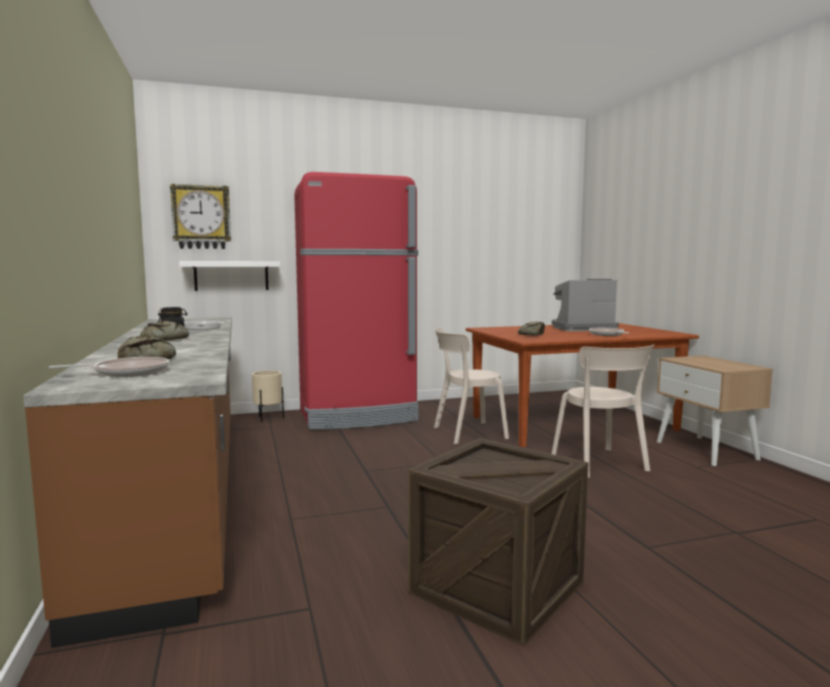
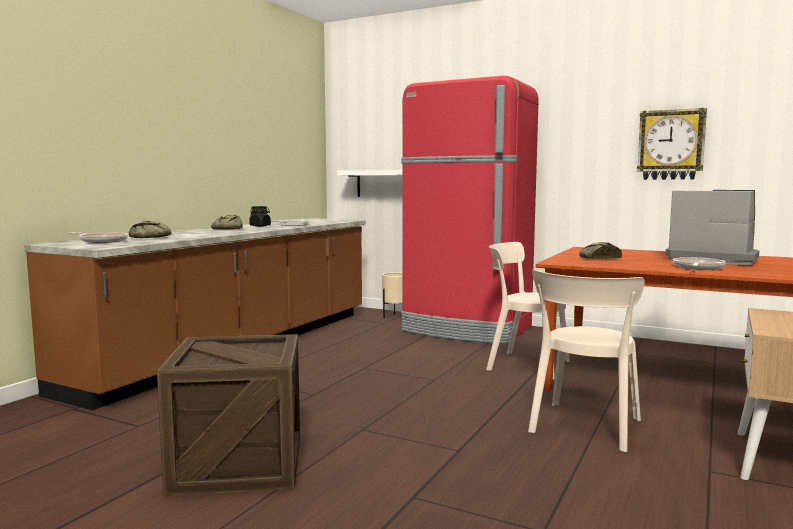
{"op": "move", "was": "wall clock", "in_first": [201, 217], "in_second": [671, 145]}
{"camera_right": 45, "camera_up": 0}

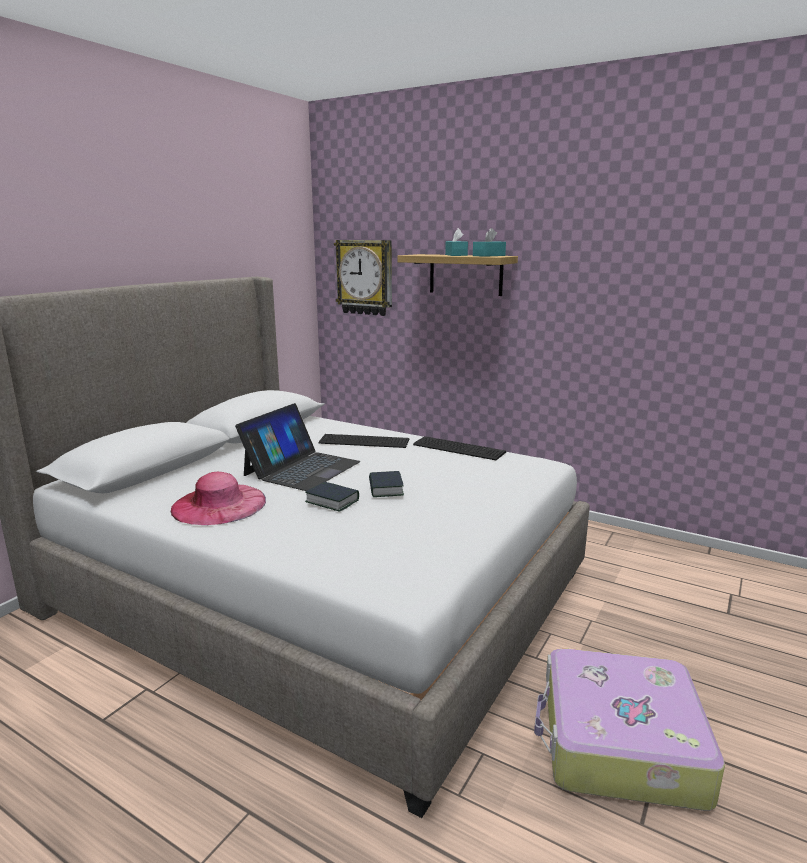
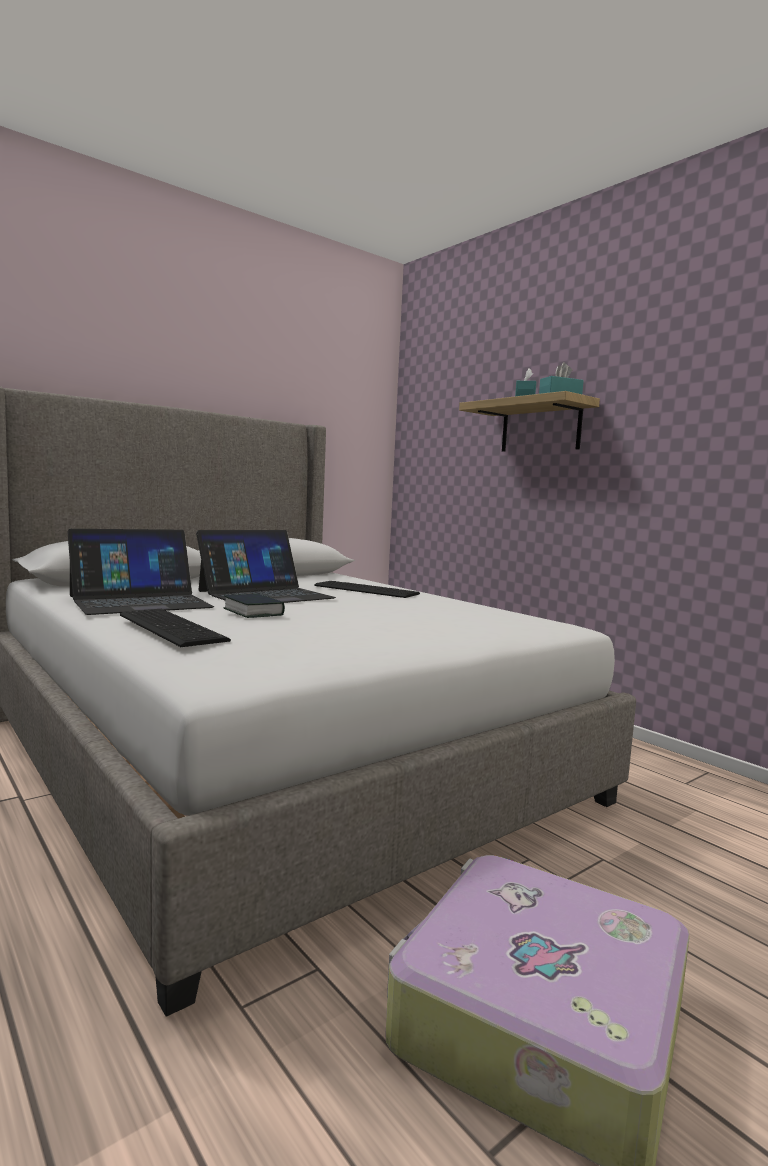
{"op": "delete", "was": "wall clock", "in_first": [365, 277]}
{"op": "move", "was": "keyboard", "in_first": [458, 448], "in_second": [173, 627]}
{"op": "delete", "was": "book", "in_first": [385, 489]}
{"op": "replace", "was": "hat in pink", "now": "laptop", "in_first": [219, 504], "in_second": [140, 602]}
{"camera_right": 20, "camera_up": -10}

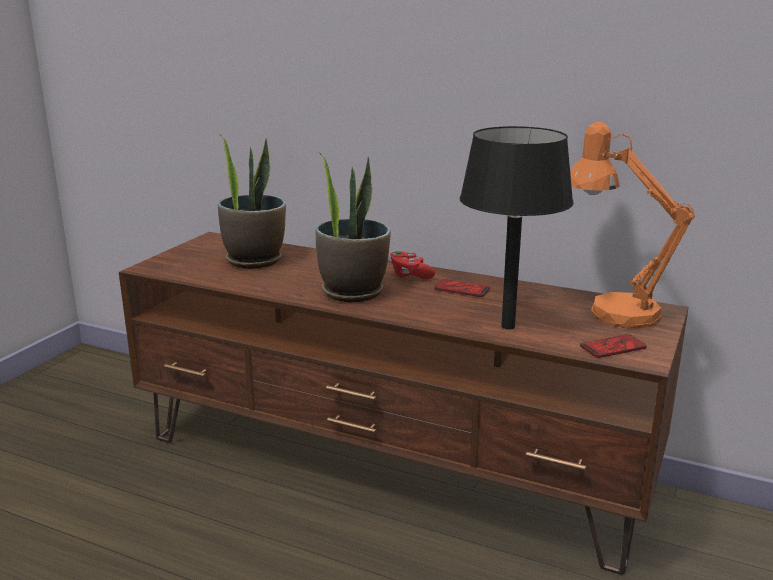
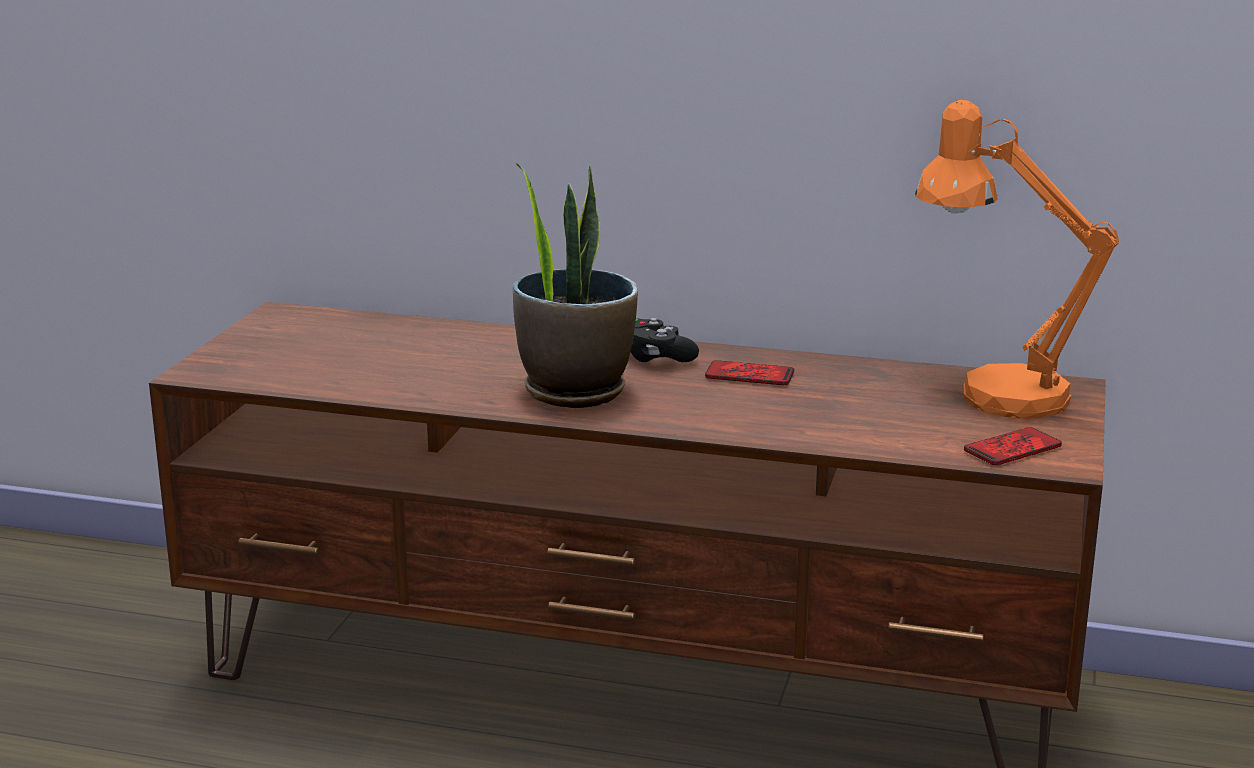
{"op": "delete", "was": "table lamp in black", "in_first": [507, 326]}
{"op": "delete", "was": "potted plant", "in_first": [254, 260]}
{"op": "recolor", "was": "game controller in red", "now": "game controller in black", "in_first": [410, 275], "in_second": [655, 357]}
{"camera_right": -10, "camera_up": 0}

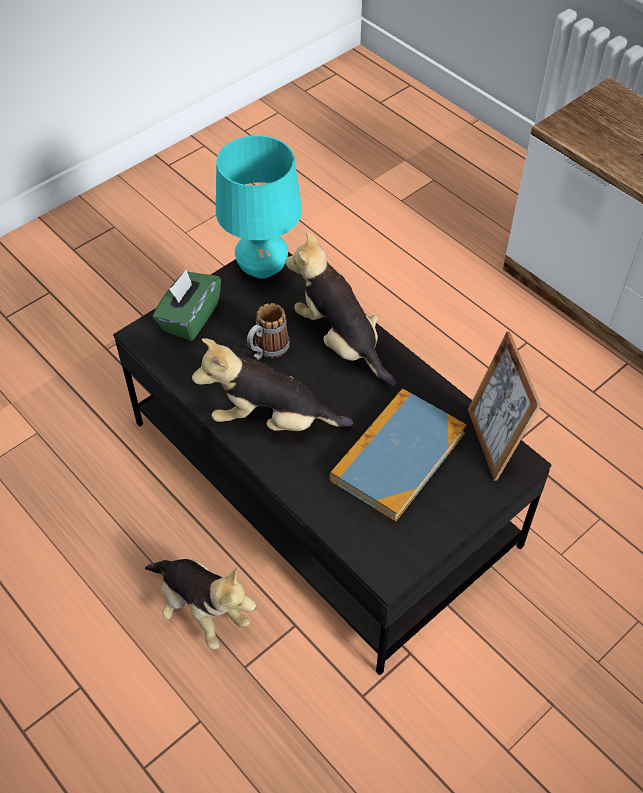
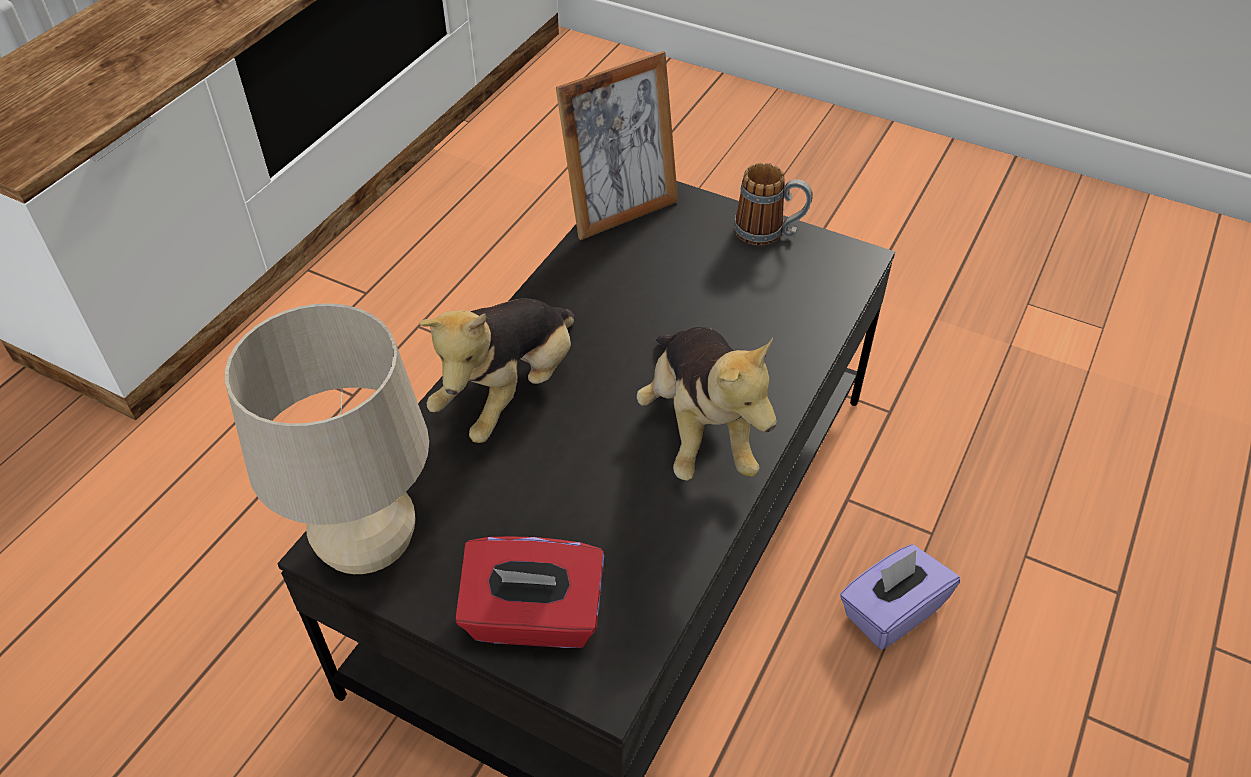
{"op": "recolor", "was": "table lamp in turquoise", "now": "table lamp in beige", "in_first": [262, 268], "in_second": [368, 547]}
{"op": "recolor", "was": "tissue box in green", "now": "tissue box in red", "in_first": [189, 318], "in_second": [533, 618]}
{"op": "move", "was": "mug", "in_first": [267, 350], "in_second": [769, 233]}
{"op": "delete", "was": "book", "in_first": [397, 456]}
{"op": "replace", "was": "plush toy", "now": "tissue box in purple", "in_first": [201, 609], "in_second": [890, 611]}
{"camera_right": -110, "camera_up": -5}

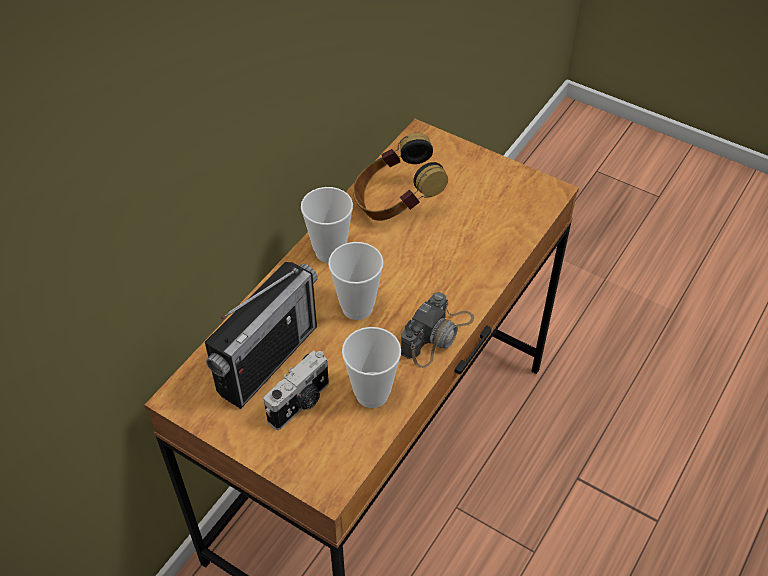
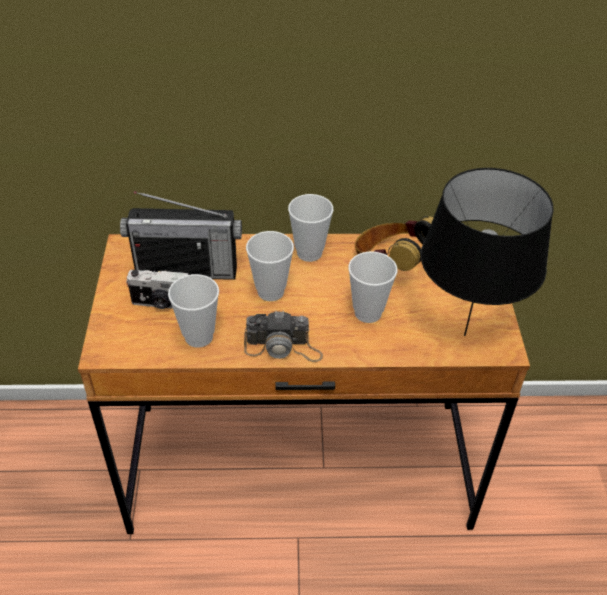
{"op": "insert", "now": "table lamp in black", "in_second": [465, 336]}
{"op": "insert", "now": "cup", "in_second": [368, 313]}
{"camera_right": 55, "camera_up": -5}

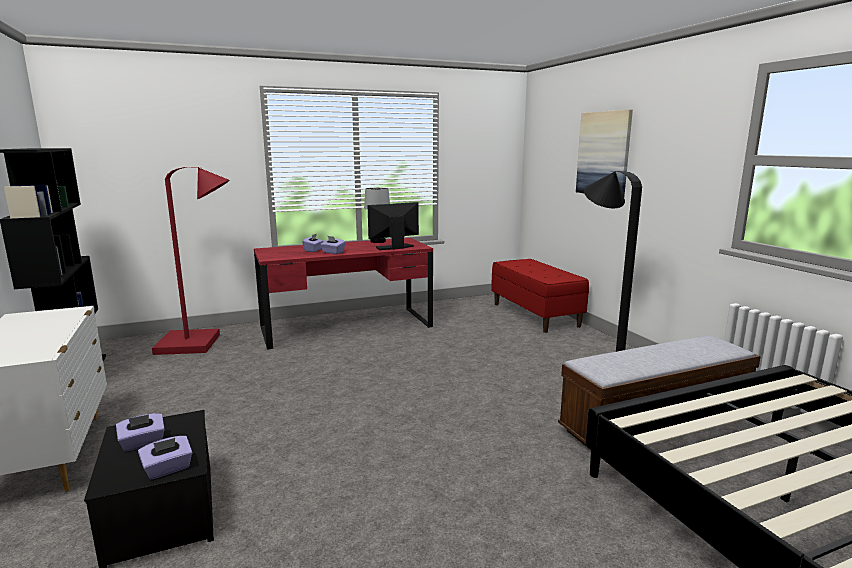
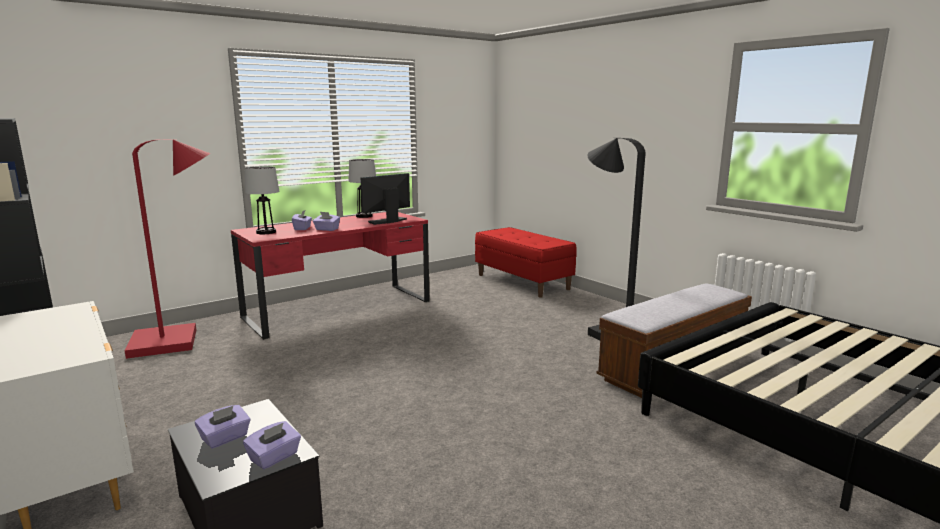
{"op": "delete", "was": "picture", "in_first": [604, 154]}
{"op": "insert", "now": "table lamp", "in_second": [266, 232]}
{"camera_right": -15, "camera_up": 0}

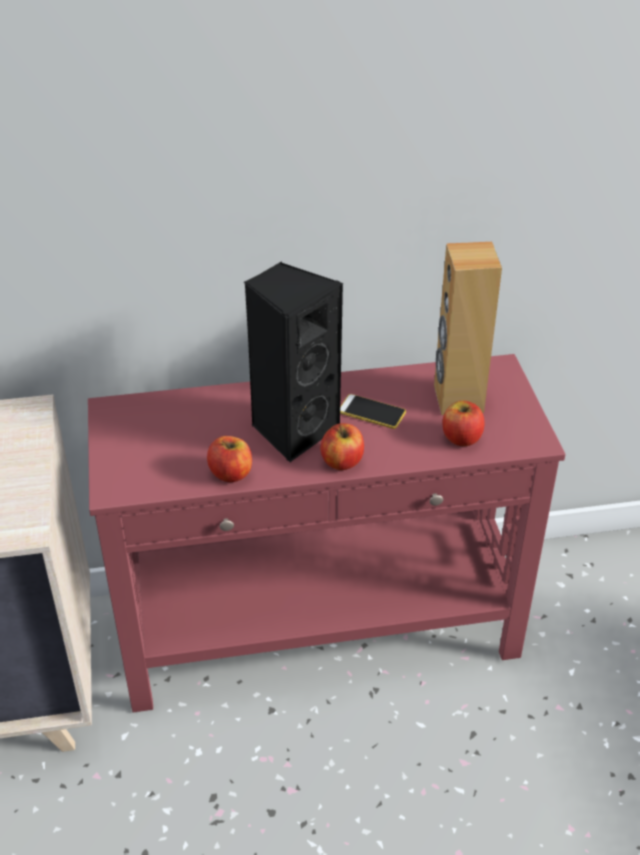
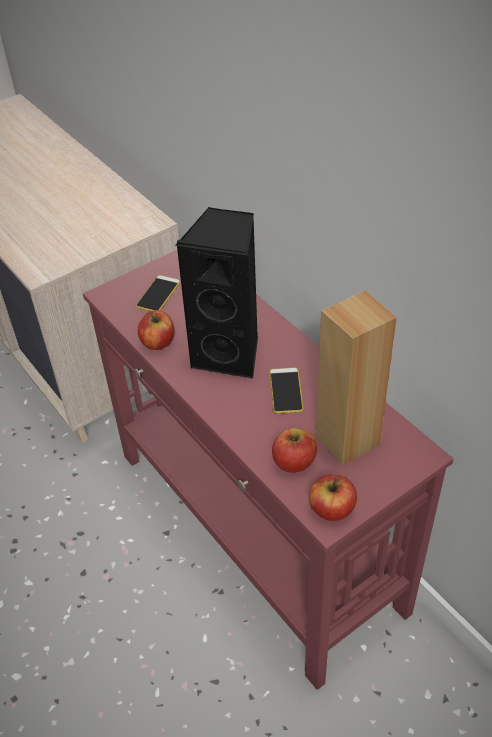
{"op": "move", "was": "apple", "in_first": [342, 461], "in_second": [332, 509]}
{"op": "insert", "now": "phone", "in_second": [158, 294]}
{"camera_right": 65, "camera_up": 5}

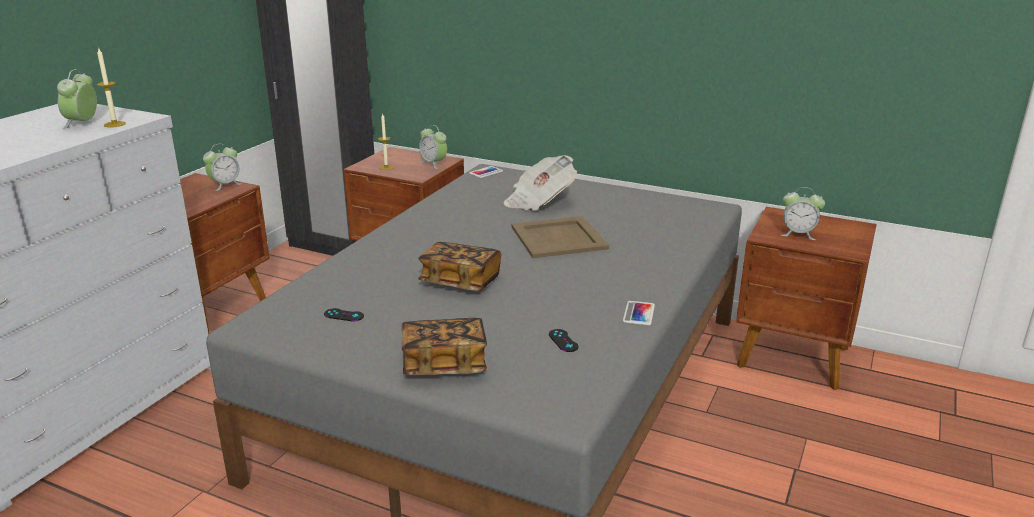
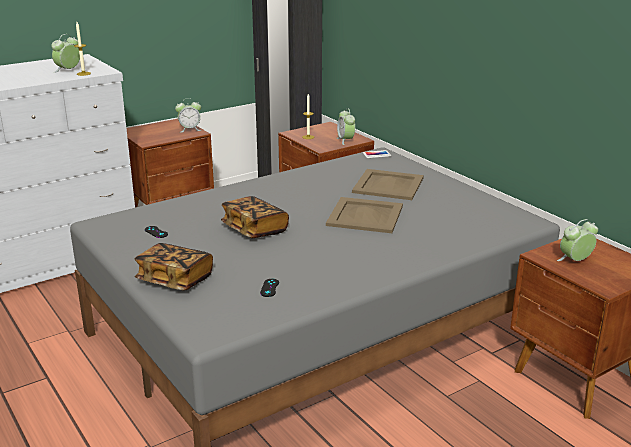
{"op": "replace", "was": "newspaper", "now": "tray in beige", "in_first": [539, 201], "in_second": [387, 185]}
{"op": "rotate", "was": "alarm clock", "in_first": [798, 234], "in_second": [575, 261], "clockwise": 105}
{"op": "delete", "was": "phone", "in_first": [638, 313]}
{"camera_right": 30, "camera_up": 0}

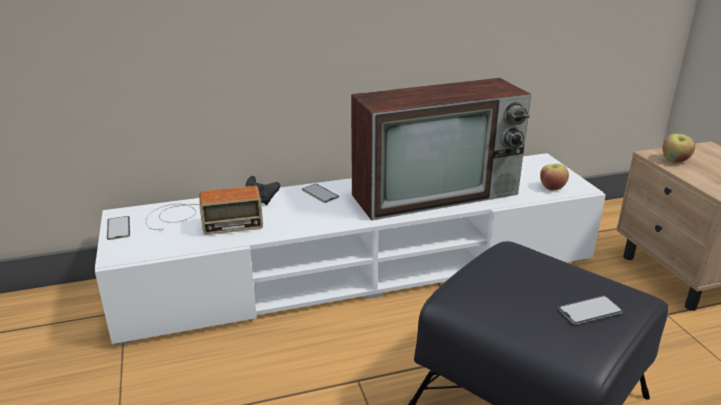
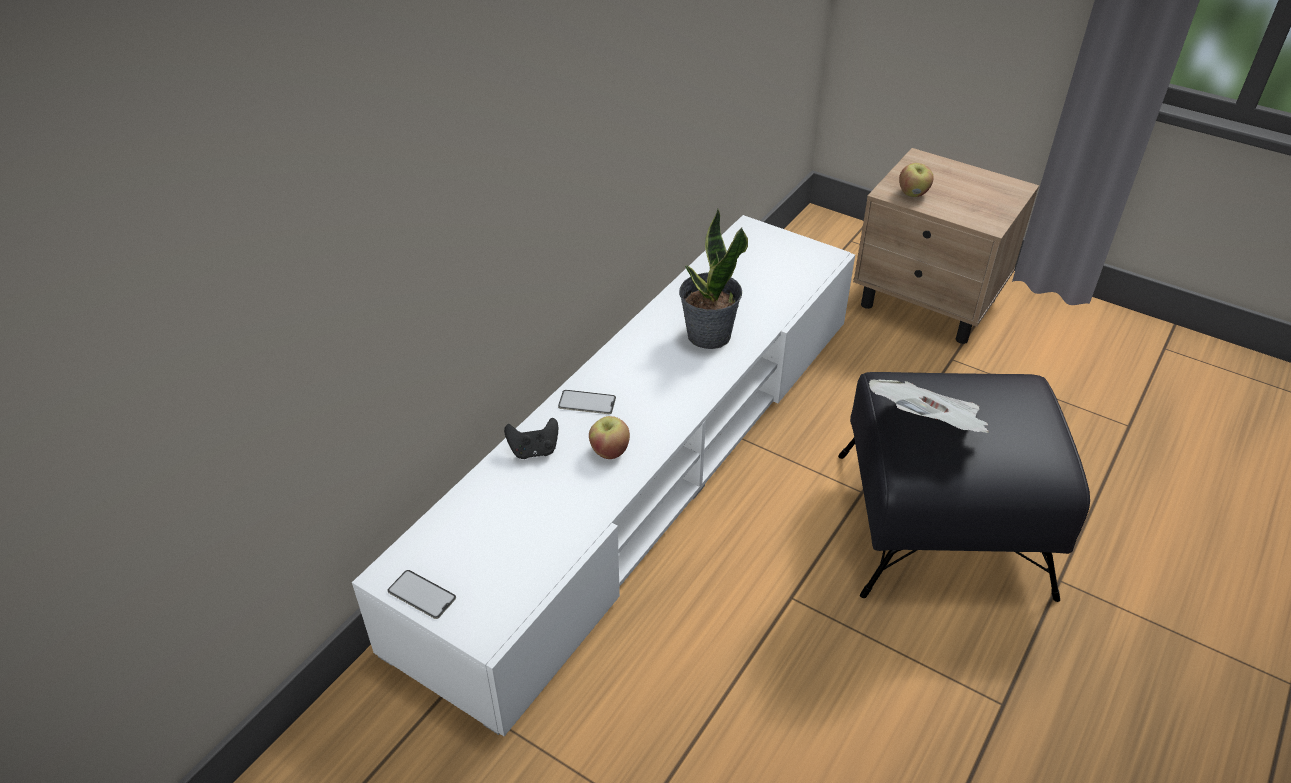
{"op": "replace", "was": "television", "now": "potted plant", "in_first": [437, 193], "in_second": [708, 335]}
{"op": "move", "was": "apple", "in_first": [552, 187], "in_second": [609, 451]}
{"op": "delete", "was": "radio", "in_first": [201, 219]}
{"op": "delete", "was": "phone", "in_first": [590, 310]}
{"op": "insert", "now": "newspaper", "in_second": [927, 428]}
{"camera_right": -40, "camera_up": 15}

